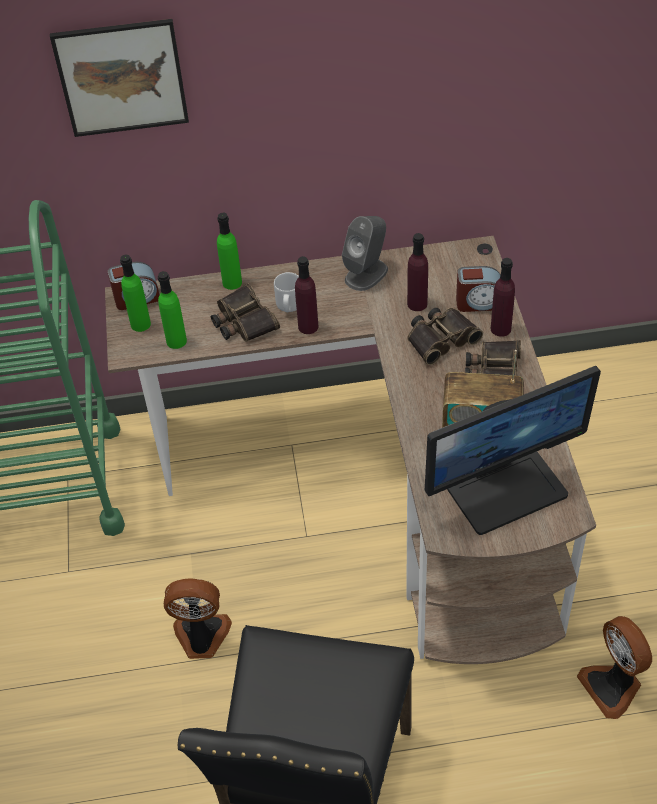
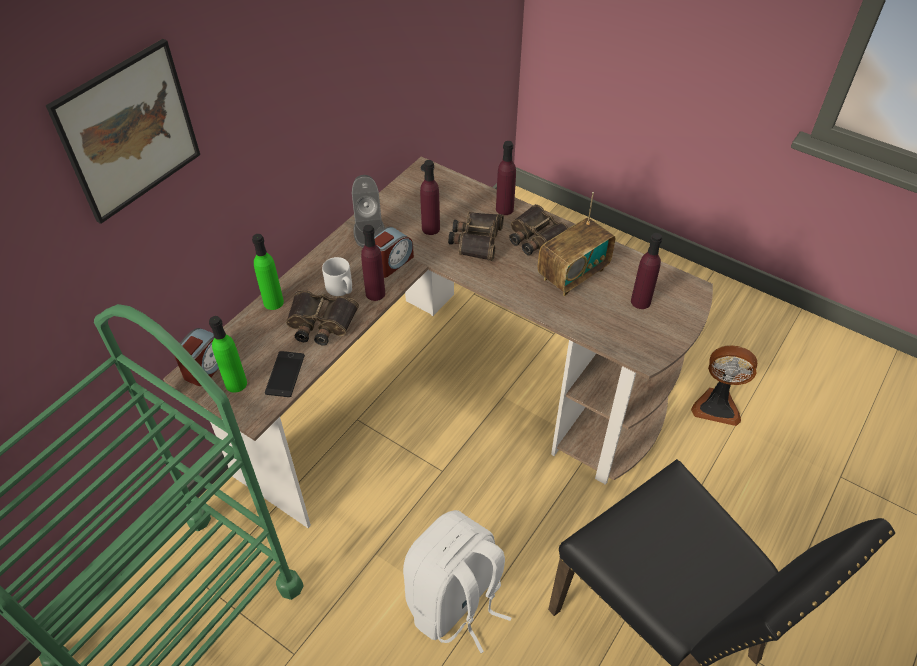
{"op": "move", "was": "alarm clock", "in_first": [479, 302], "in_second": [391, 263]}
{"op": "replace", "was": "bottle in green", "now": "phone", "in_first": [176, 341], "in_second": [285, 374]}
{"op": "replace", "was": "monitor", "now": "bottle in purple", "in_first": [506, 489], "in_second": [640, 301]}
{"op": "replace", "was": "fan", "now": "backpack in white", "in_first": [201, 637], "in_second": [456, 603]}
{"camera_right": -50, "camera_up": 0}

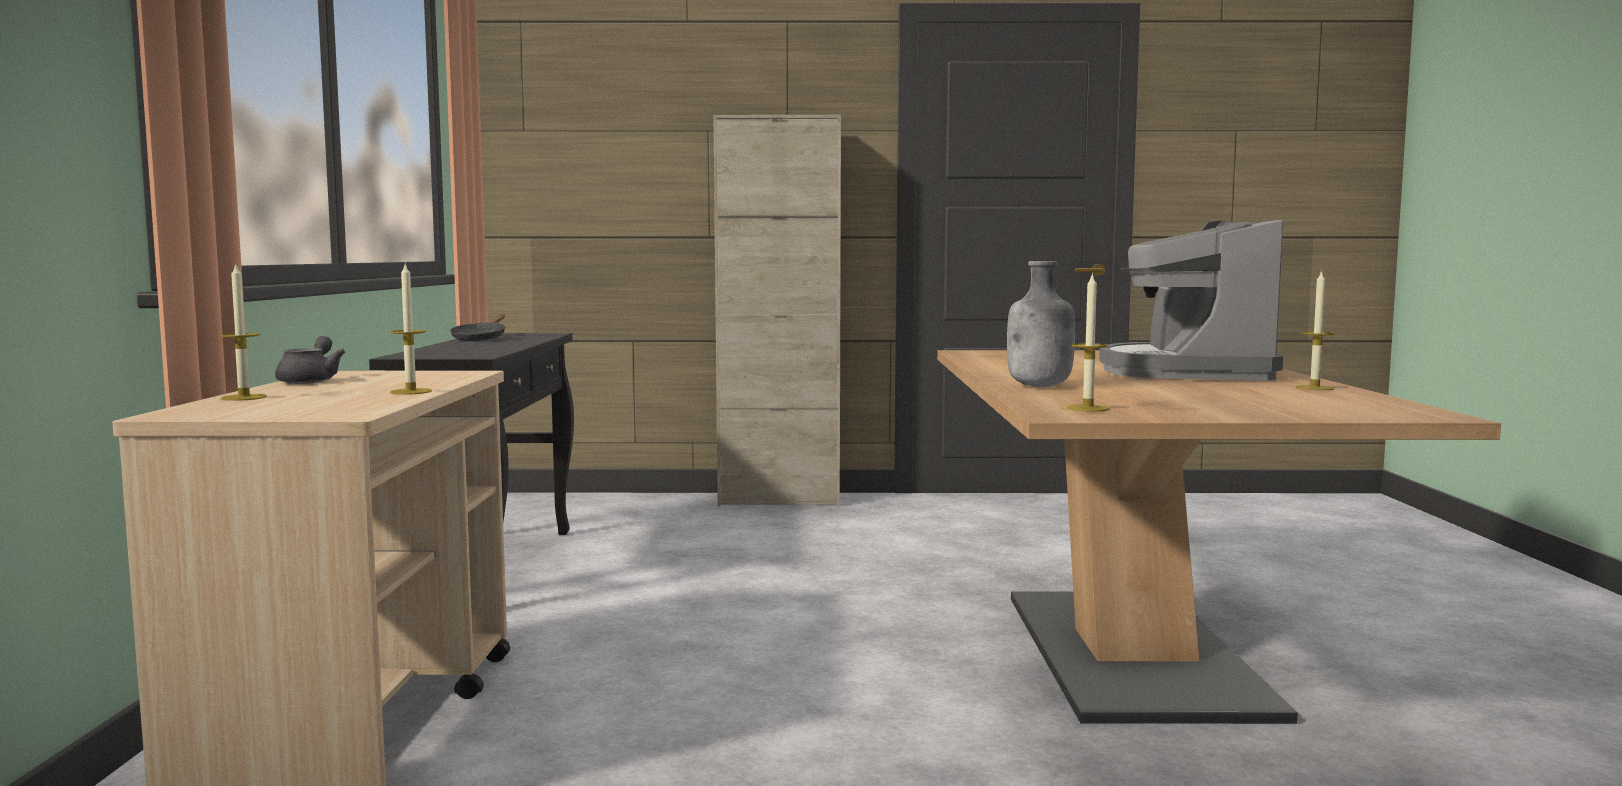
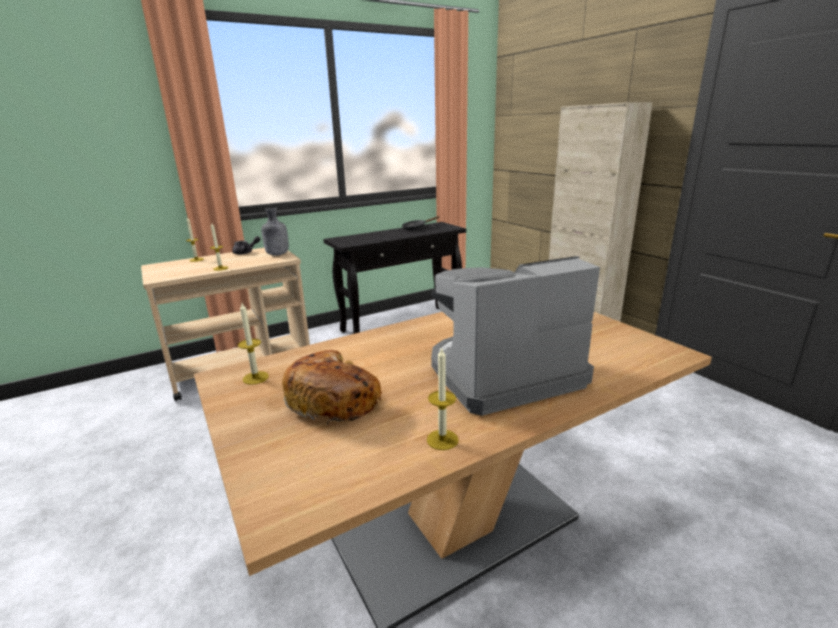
{"op": "move", "was": "bottle in grey", "in_first": [1040, 386], "in_second": [277, 254]}
{"op": "insert", "now": "bread", "in_second": [335, 399]}
{"camera_right": 60, "camera_up": 15}

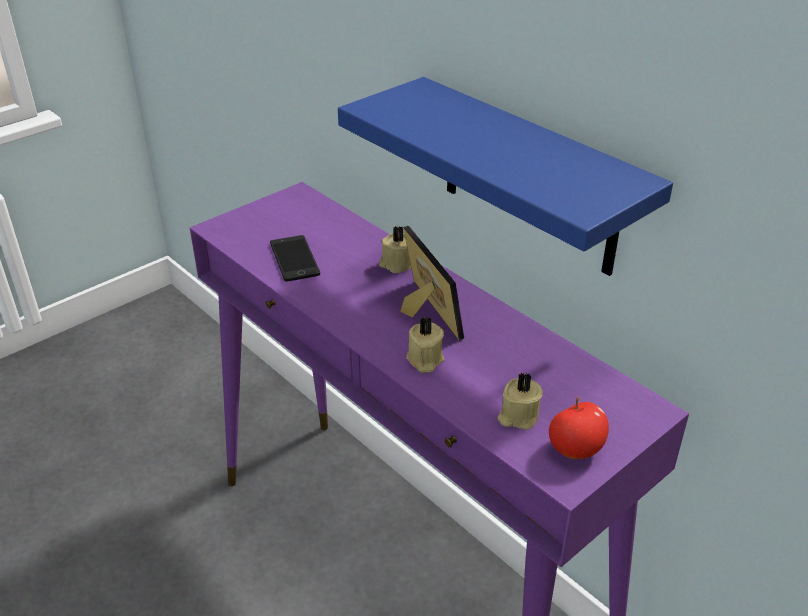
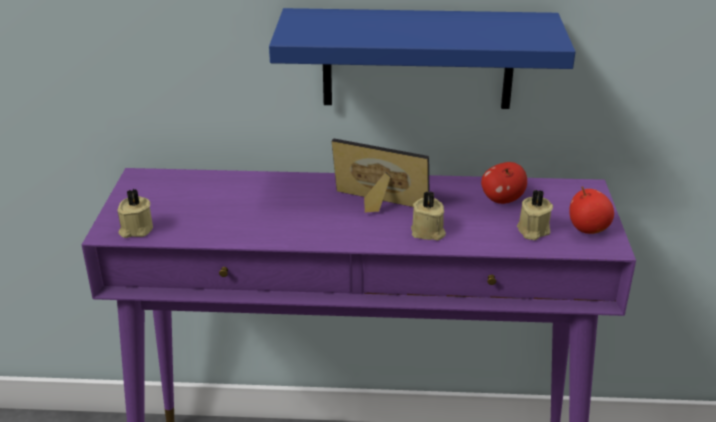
{"op": "move", "was": "candle in beige", "in_first": [396, 264], "in_second": [136, 229]}
{"op": "delete", "was": "phone", "in_first": [294, 259]}
{"op": "insert", "now": "apple", "in_second": [502, 200]}
{"camera_right": -45, "camera_up": -5}

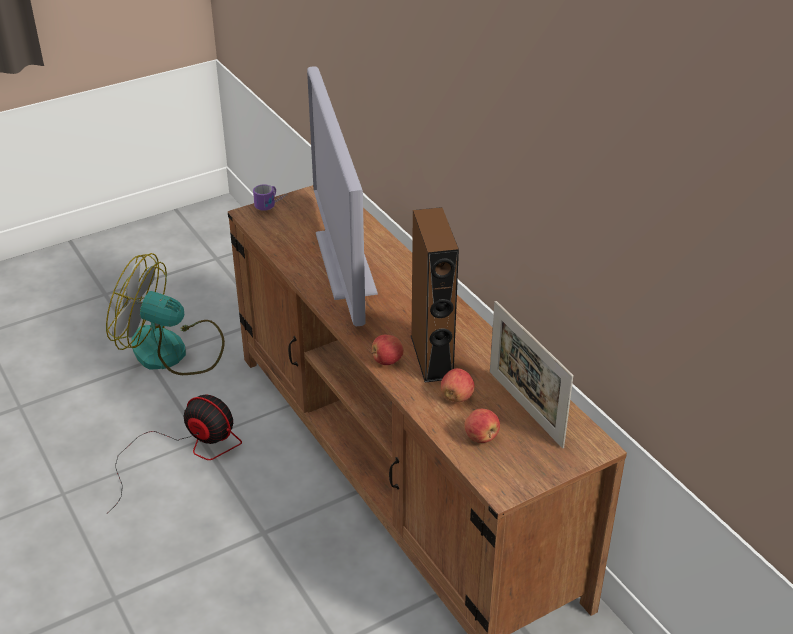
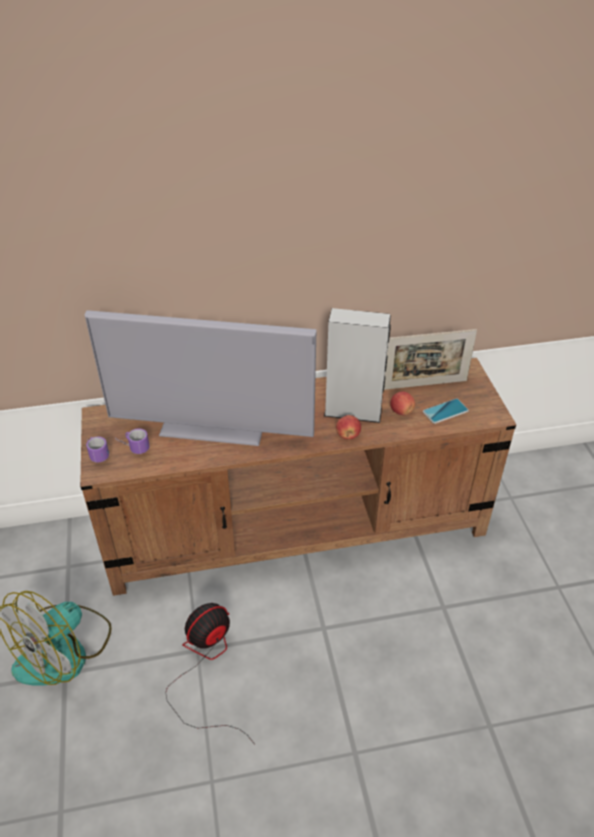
{"op": "recolor", "was": "speaker in brown", "now": "speaker in grey", "in_first": [432, 356], "in_second": [353, 412]}
{"op": "replace", "was": "apple", "now": "phone", "in_first": [481, 437], "in_second": [445, 411]}
{"op": "insert", "now": "mug", "in_second": [131, 447]}
{"camera_right": -70, "camera_up": 5}

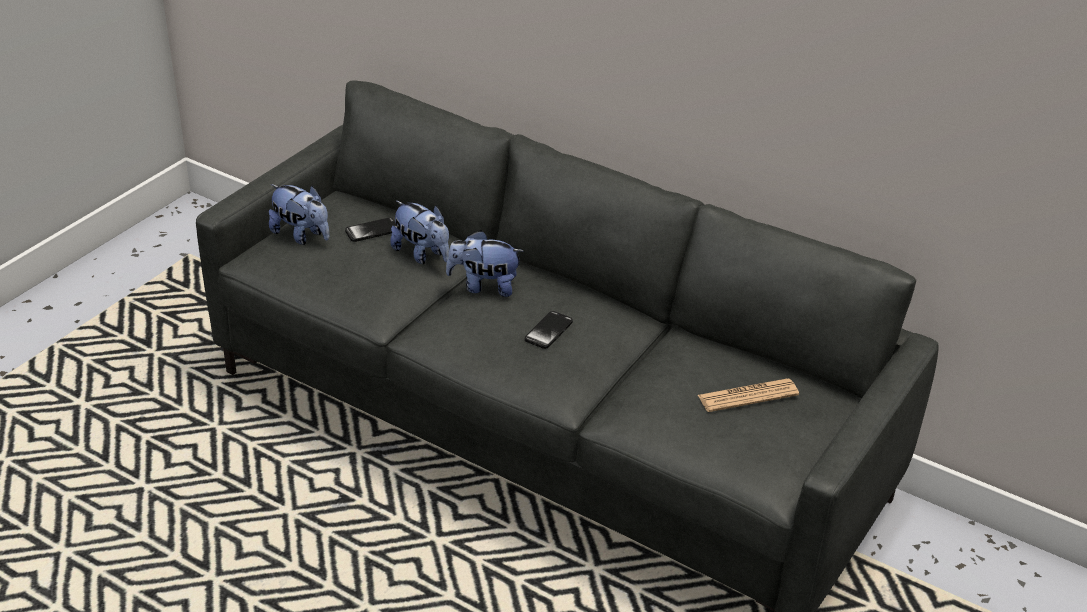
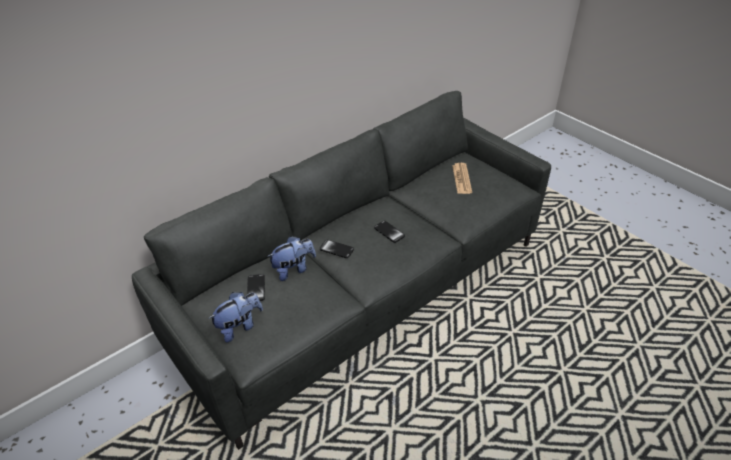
{"op": "replace", "was": "plush toy", "now": "phone", "in_first": [484, 286], "in_second": [336, 249]}
{"camera_right": -70, "camera_up": 5}

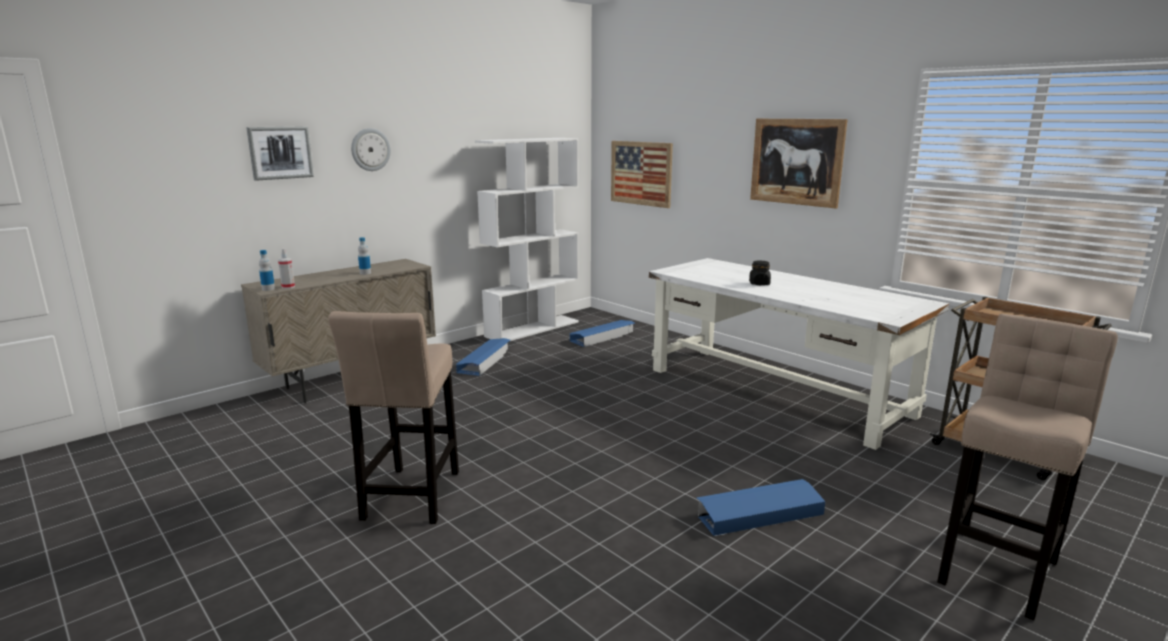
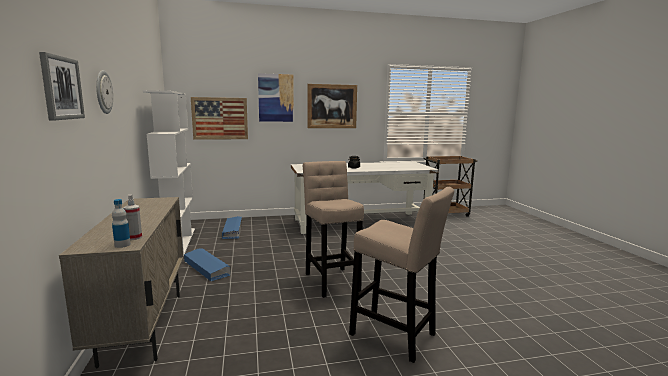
{"op": "delete", "was": "bottle", "in_first": [365, 273]}
{"op": "move", "was": "stool in beige", "in_first": [998, 567], "in_second": [331, 280]}
{"op": "delete", "was": "storage box in blue", "in_first": [758, 514]}
{"op": "insert", "now": "picture", "in_second": [276, 98]}
{"camera_right": -60, "camera_up": -5}

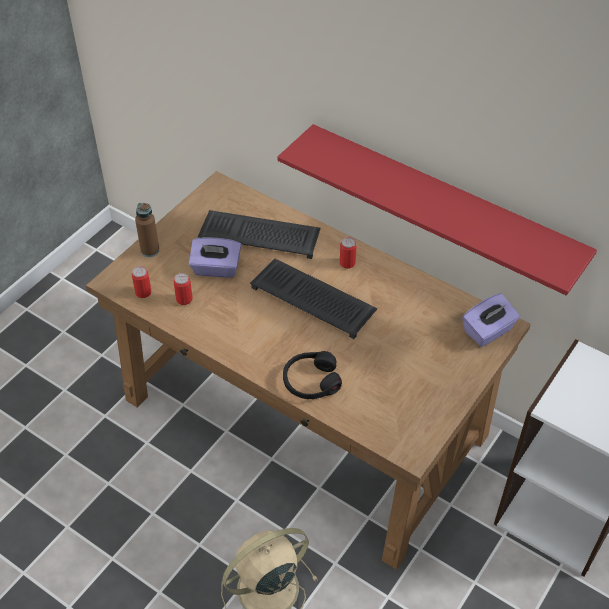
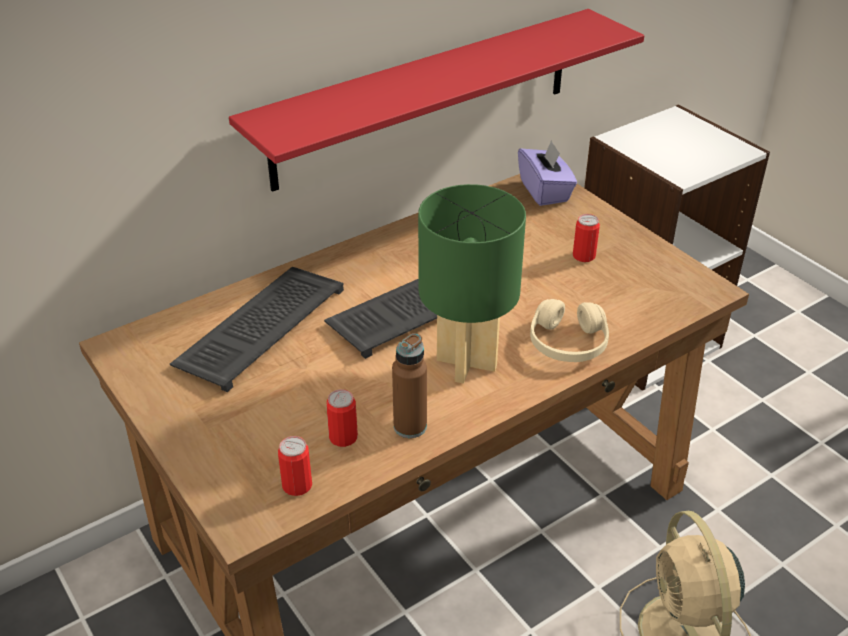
{"op": "move", "was": "bottle in brown", "in_first": [150, 250], "in_second": [410, 426]}
{"op": "move", "was": "can", "in_first": [347, 263], "in_second": [584, 256]}
{"op": "delete", "was": "tissue box in purple", "in_first": [216, 269]}
{"op": "recolor", "was": "headphones in black", "now": "headphones in beige", "in_first": [311, 381], "in_second": [568, 343]}
{"op": "insert", "now": "table lamp in green", "in_second": [465, 363]}
{"camera_right": -70, "camera_up": -10}

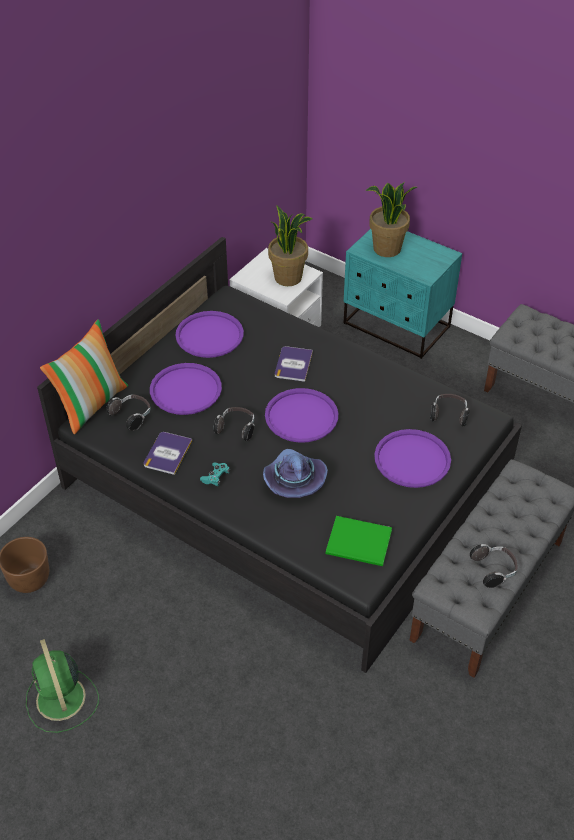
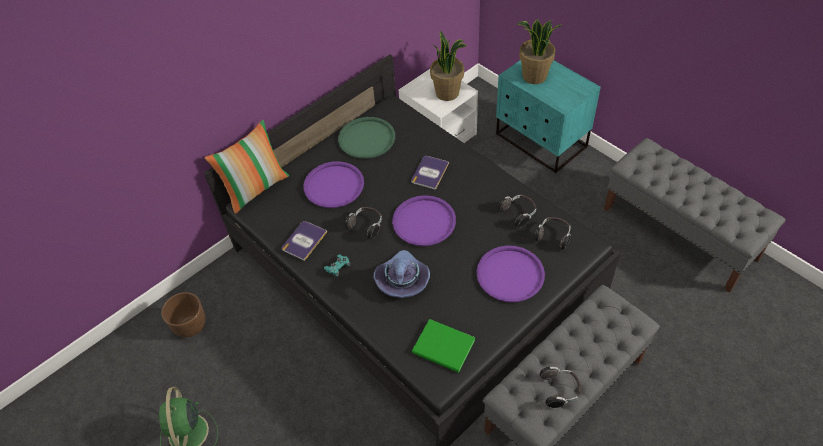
{"op": "recolor", "was": "tray in purple", "now": "tray in green", "in_first": [209, 335], "in_second": [367, 138]}
{"op": "move", "was": "headphones", "in_first": [132, 416], "in_second": [518, 213]}
{"camera_right": 15, "camera_up": 5}

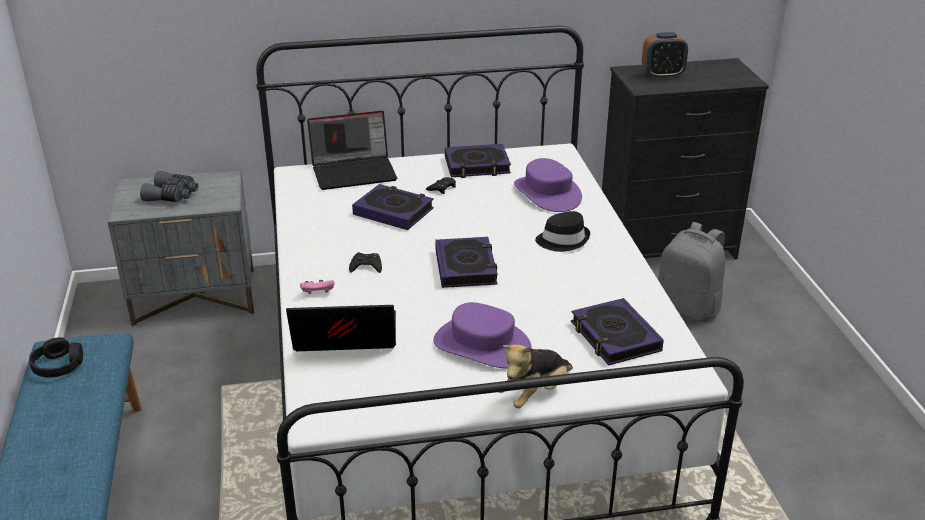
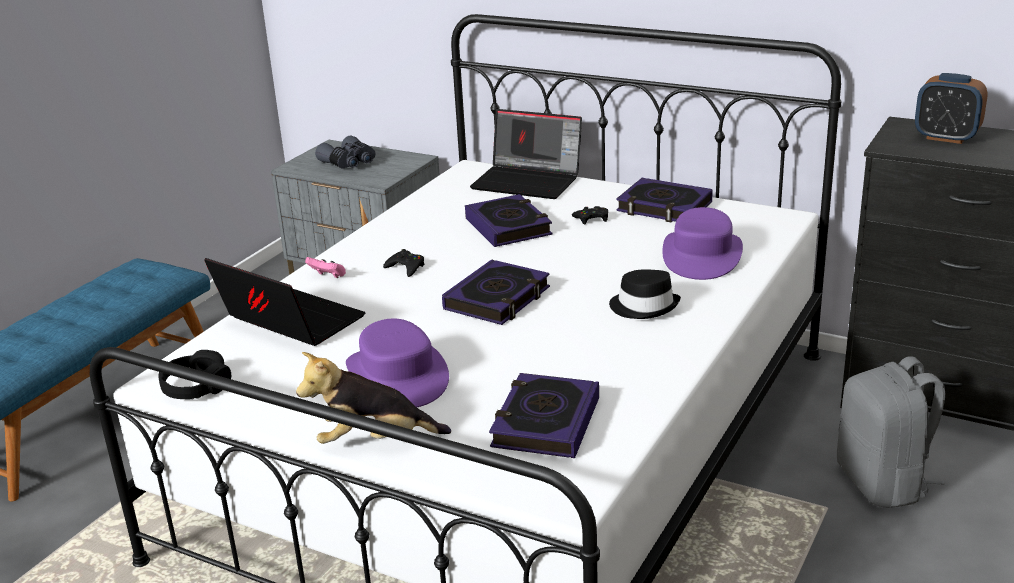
{"op": "move", "was": "headphones in black", "in_first": [58, 365], "in_second": [196, 387]}
{"camera_right": 40, "camera_up": -5}

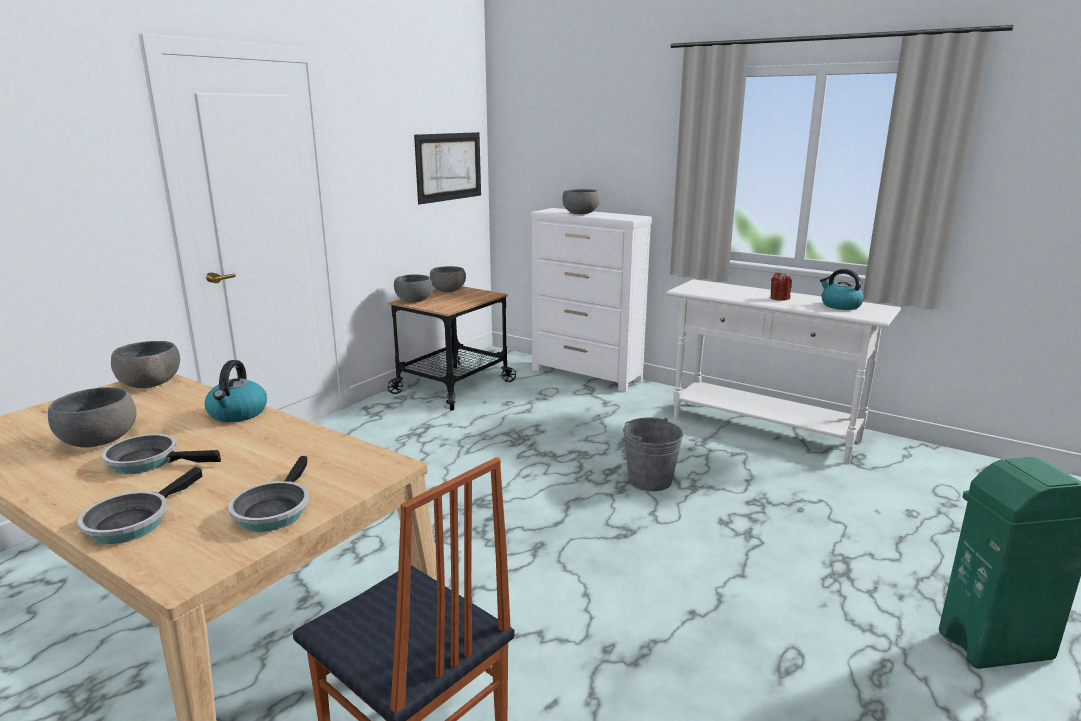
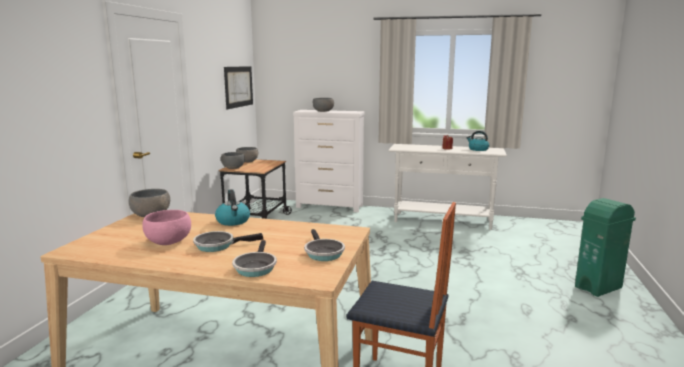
{"op": "recolor", "was": "bowl in grey", "now": "bowl in pink", "in_first": [99, 440], "in_second": [169, 241]}
{"op": "delete", "was": "bucket in grey", "in_first": [650, 480]}
{"camera_right": -20, "camera_up": -5}

